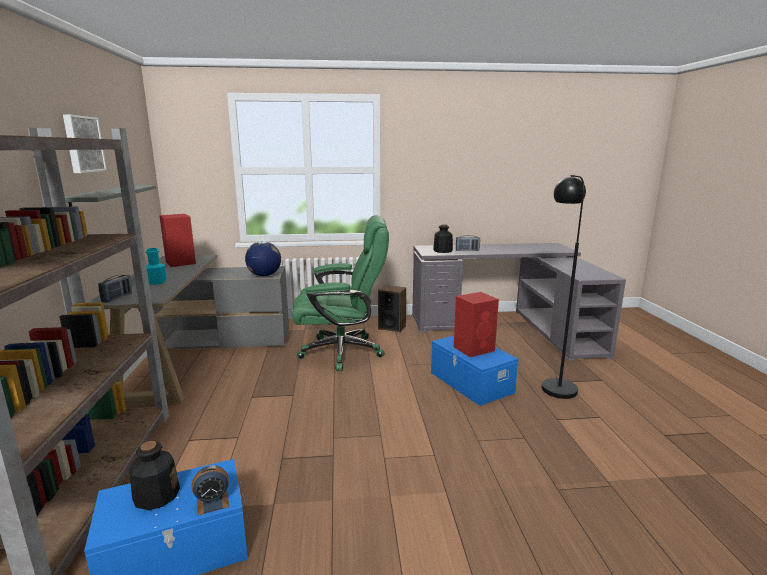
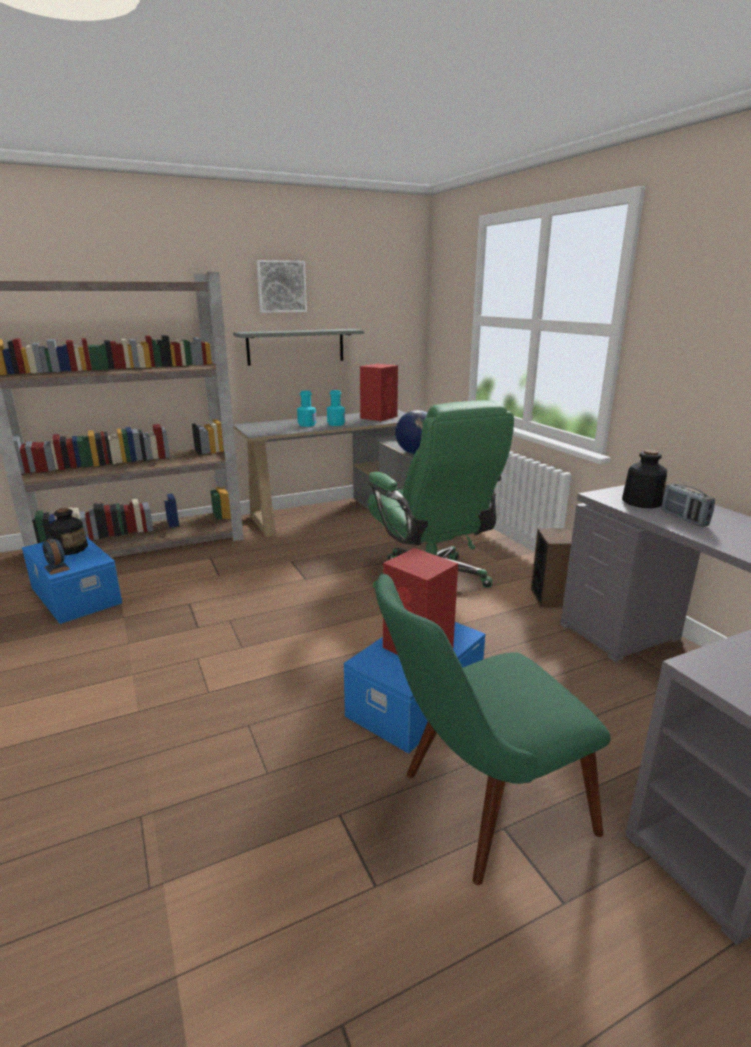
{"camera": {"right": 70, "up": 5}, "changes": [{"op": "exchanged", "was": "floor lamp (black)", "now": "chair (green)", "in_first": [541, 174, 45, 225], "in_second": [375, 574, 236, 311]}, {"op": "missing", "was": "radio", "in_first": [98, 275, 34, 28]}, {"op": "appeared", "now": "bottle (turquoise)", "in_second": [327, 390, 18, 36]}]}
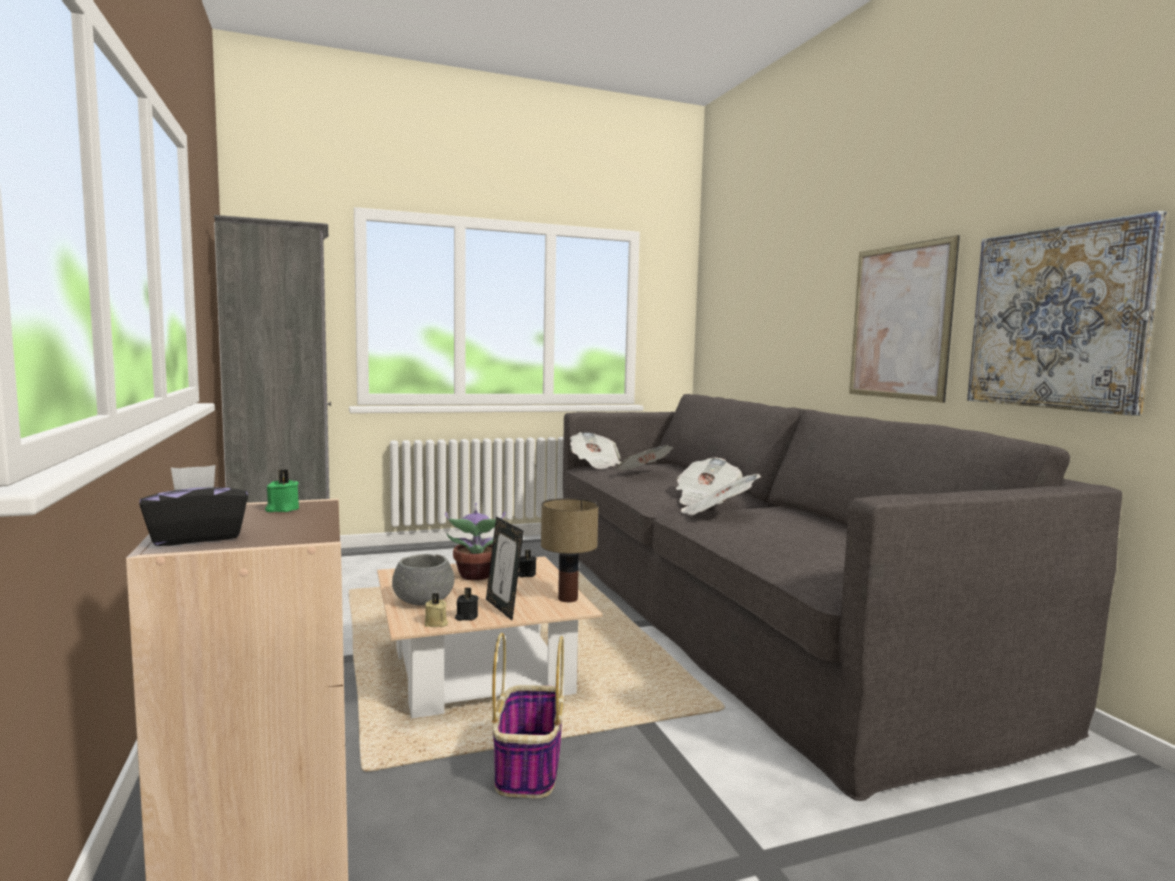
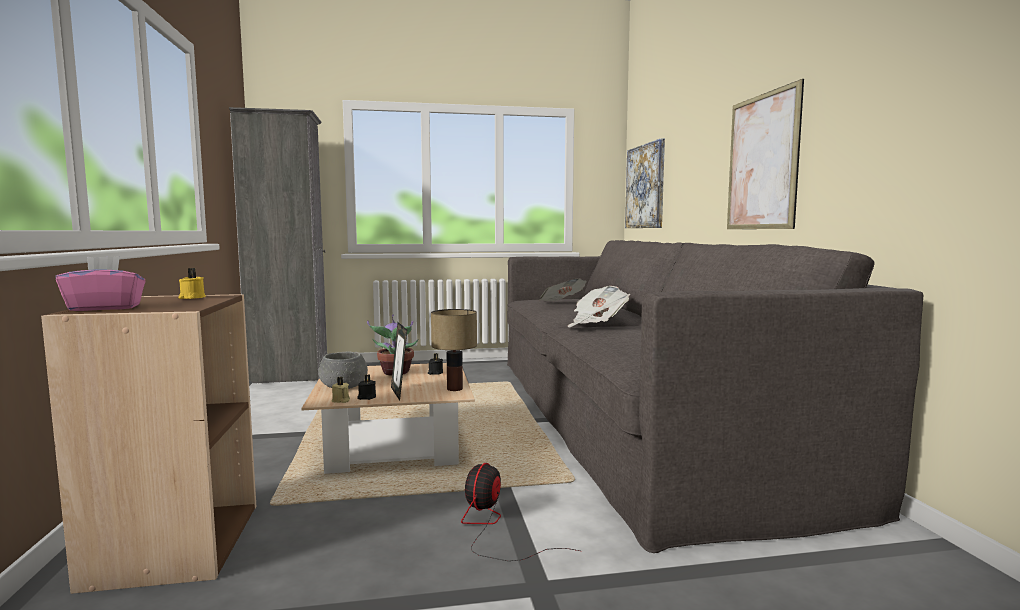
{"camera": {"right": 10, "up": 0}, "changes": [{"op": "relocated", "was": "picture", "in_first": [967, 211, 200, 205], "in_second": [625, 138, 40, 90]}, {"op": "missing", "was": "newspaper", "in_first": [570, 432, 51, 37]}, {"op": "colour", "was": "tissue box (black)", "now": "tissue box (pink)", "in_first": [139, 465, 109, 81], "in_second": [56, 256, 89, 55]}, {"op": "colour", "was": "candle (green)", "now": "candle (yellow)", "in_first": [265, 469, 34, 43], "in_second": [178, 268, 28, 31]}, {"op": "missing", "was": "basket", "in_first": [492, 633, 72, 165]}, {"op": "appeared", "now": "fan", "in_second": [461, 463, 119, 98]}]}
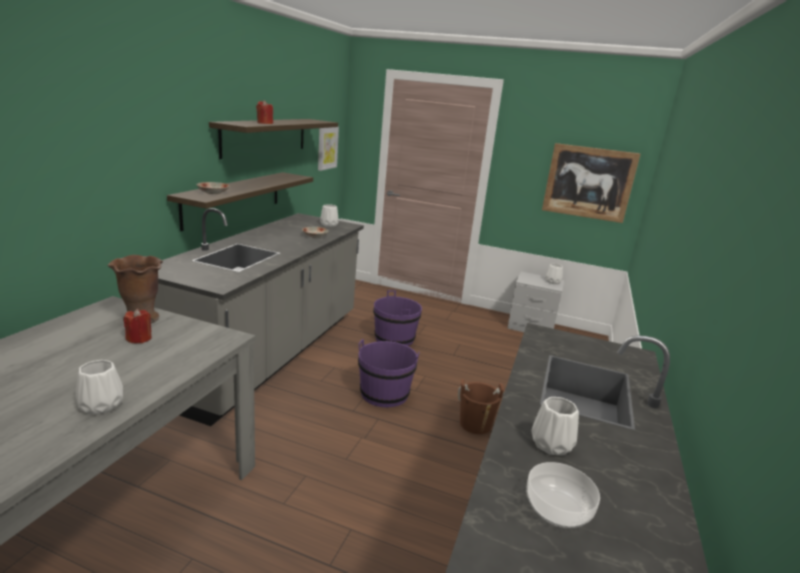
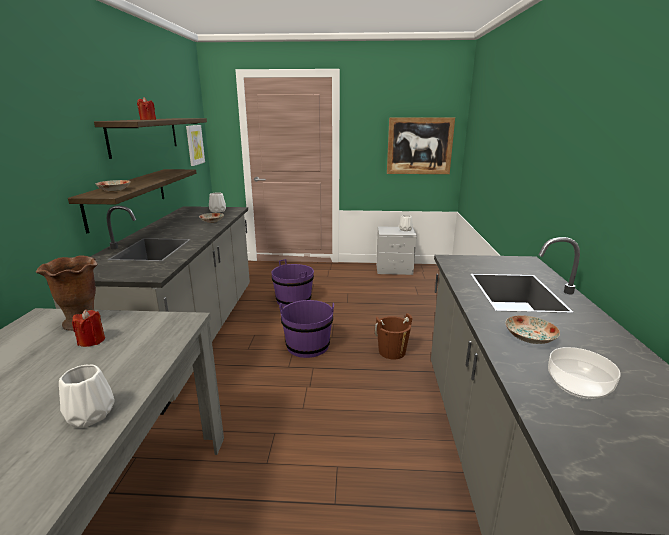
{"camera": {"right": -15, "up": 0}, "changes": [{"op": "exchanged", "was": "vase (white)", "now": "plate", "in_first": [532, 397, 47, 59], "in_second": [505, 315, 55, 29]}]}
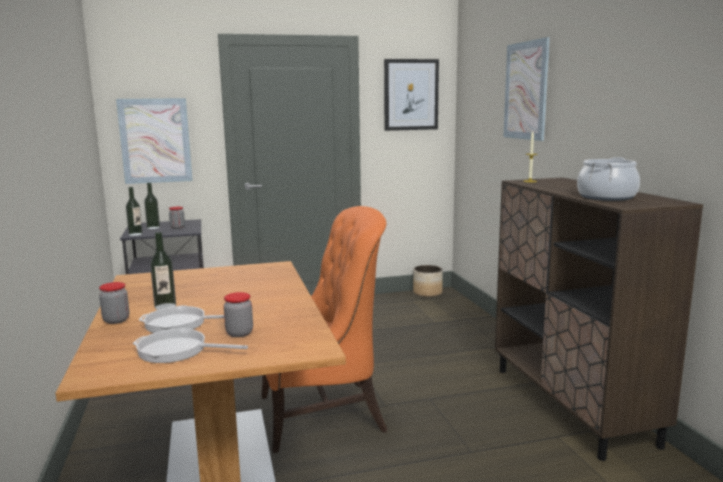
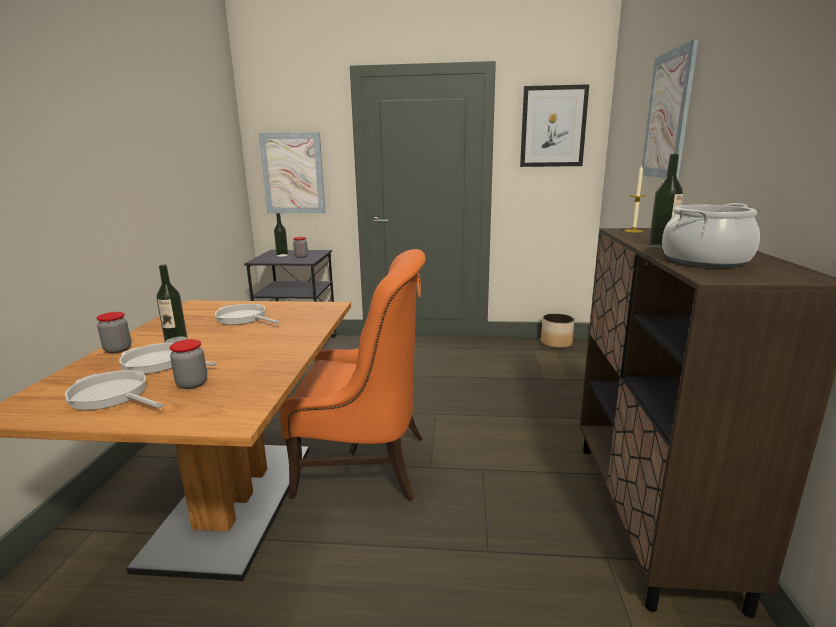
{"camera": {"right": 20, "up": 5}, "changes": [{"op": "relocated", "was": "bottle", "in_first": [126, 187, 17, 49], "in_second": [648, 154, 35, 95]}, {"op": "appeared", "now": "frying pan", "in_second": [215, 304, 66, 21]}]}
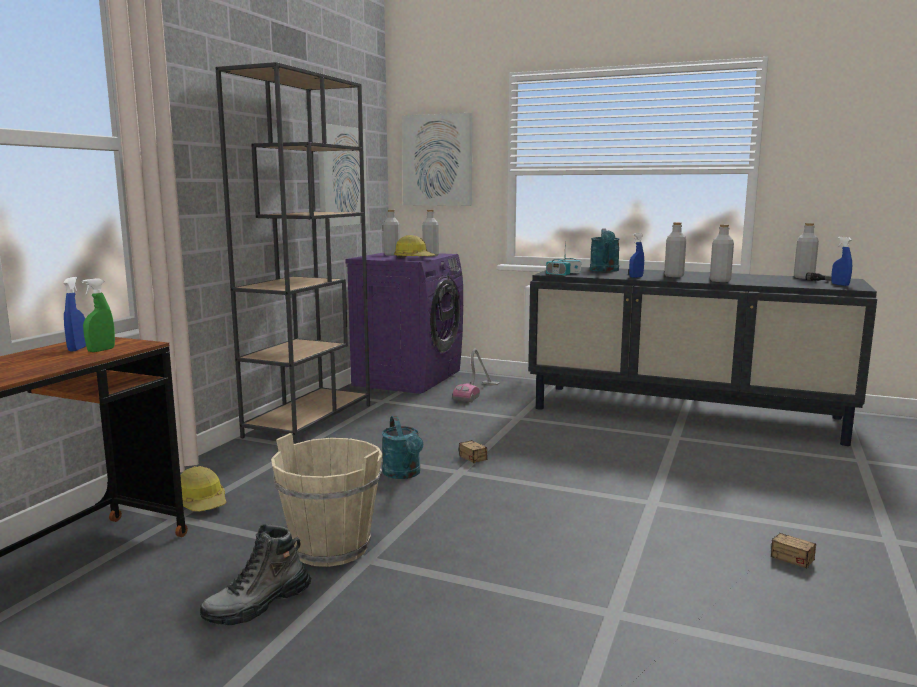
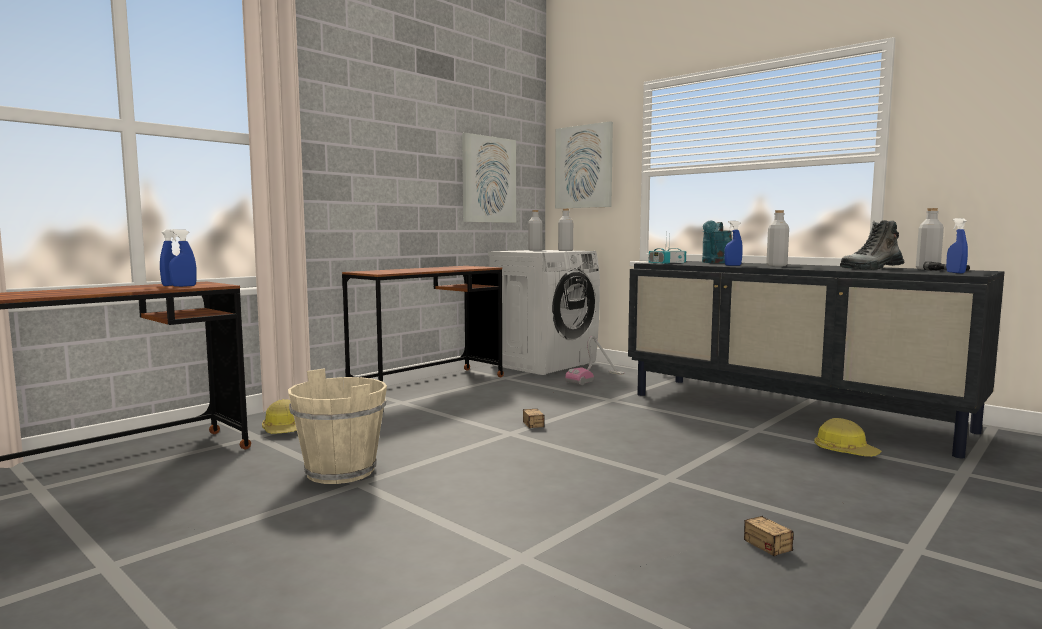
{"camera": {"right": 20, "up": -5}, "changes": [{"op": "exchanged", "was": "bookcase", "now": "desk (brown)", "in_first": [216, 62, 154, 382], "in_second": [342, 266, 162, 116]}, {"op": "missing", "was": "bottle (grey)", "in_first": [710, 224, 24, 58]}, {"op": "relocated", "was": "hard hat", "in_first": [394, 235, 42, 23], "in_second": [814, 418, 68, 39]}, {"op": "colour", "was": "washing machine (purple)", "now": "washing machine (white)", "in_first": [345, 252, 118, 142], "in_second": [488, 250, 112, 125]}, {"op": "colour", "was": "spray bottle (green)", "now": "spray bottle (blue)", "in_first": [82, 278, 33, 74], "in_second": [169, 229, 28, 58]}, {"op": "missing", "was": "watering can (turquoise)", "in_first": [382, 416, 41, 63]}, {"op": "relocated", "was": "boot", "in_first": [200, 524, 111, 101], "in_second": [840, 220, 64, 50]}]}
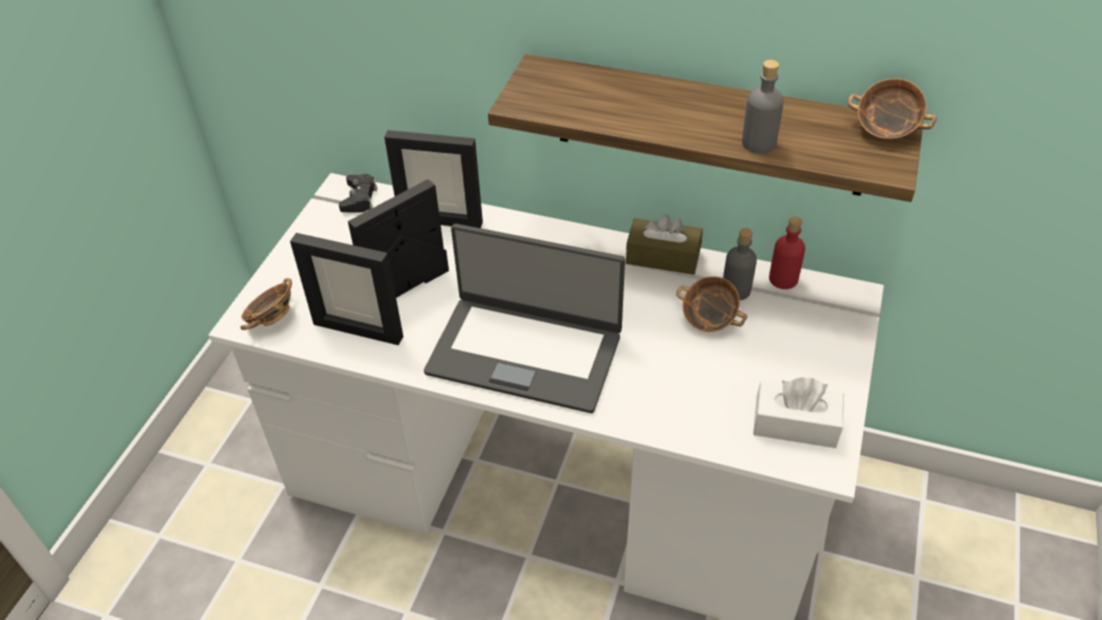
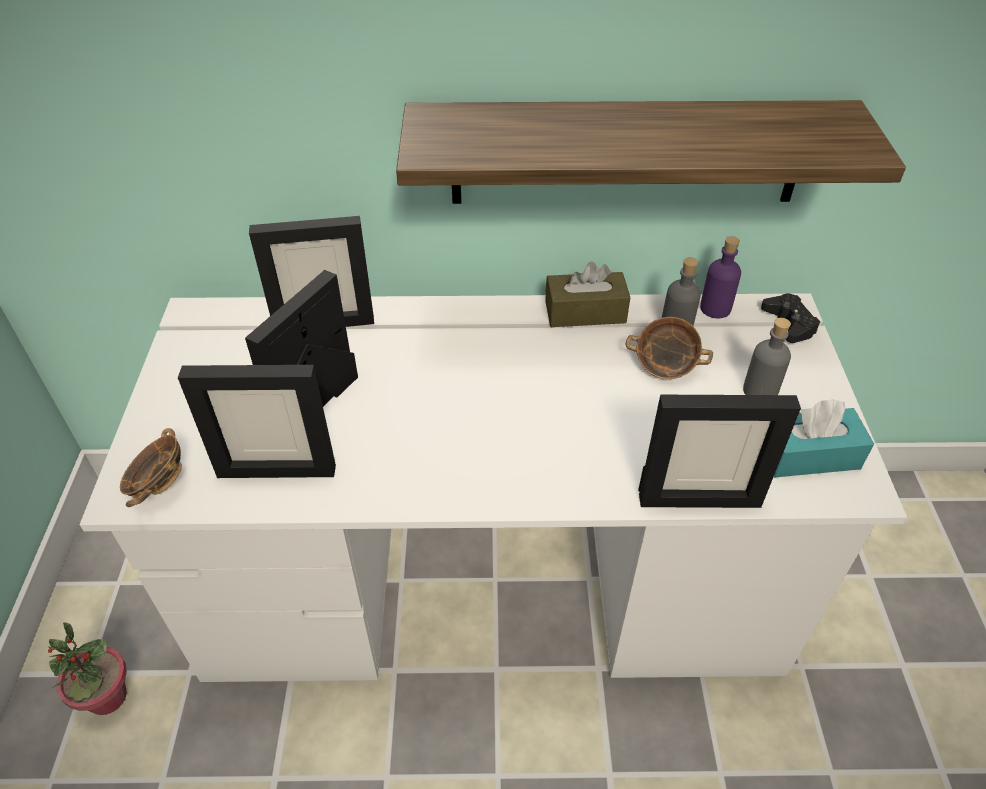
{"camera": {"right": -20, "up": 0}, "changes": [{"op": "relocated", "was": "bottle (grey)", "in_first": [742, 60, 42, 94], "in_second": [743, 318, 48, 77]}, {"op": "missing", "was": "bowl", "in_first": [847, 78, 90, 62]}, {"op": "relocated", "was": "game controller (black)", "in_first": [339, 174, 38, 39], "in_second": [761, 294, 59, 49]}, {"op": "colour", "was": "bottle (red)", "now": "bottle (purple)", "in_first": [769, 217, 36, 72], "in_second": [700, 236, 41, 82]}, {"op": "missing", "was": "laptop", "in_first": [424, 224, 201, 189]}, {"op": "colour", "was": "tissue box (white)", "now": "tissue box (turquoise)", "in_first": [753, 377, 91, 71], "in_second": [774, 399, 100, 78]}, {"op": "appeared", "now": "picture frame", "in_second": [638, 395, 163, 113]}, {"op": "appeared", "now": "potted plant", "in_second": [47, 622, 80, 93]}]}
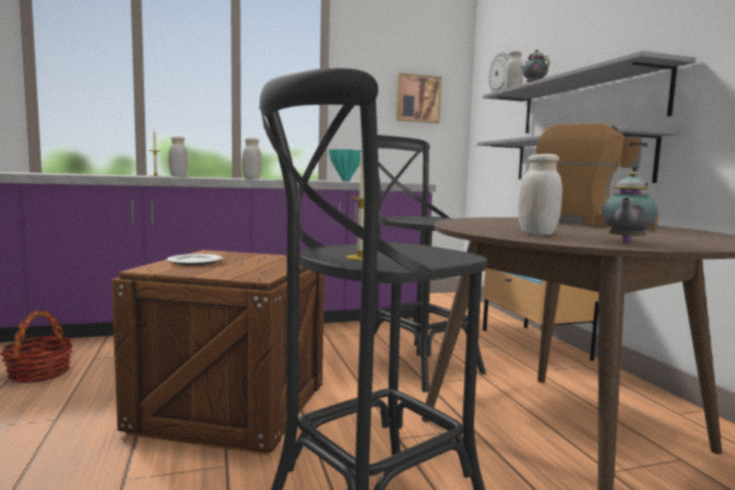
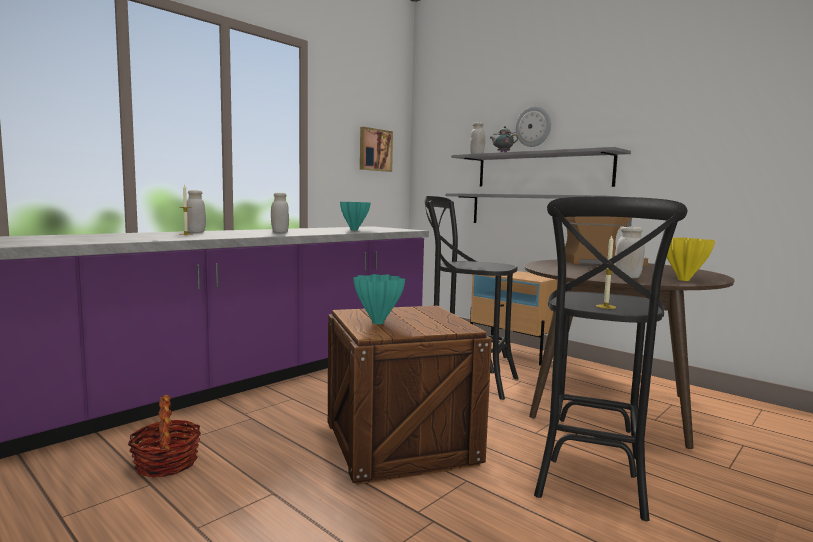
{"camera": {"right": -30, "up": 0}, "changes": [{"op": "relocated", "was": "wall clock", "in_first": [489, 51, 20, 41], "in_second": [516, 106, 35, 41]}, {"op": "exchanged", "was": "teapot", "now": "vase (yellow)", "in_first": [602, 172, 56, 71], "in_second": [667, 237, 48, 44]}, {"op": "exchanged", "was": "plate", "now": "vase (turquoise)", "in_first": [167, 254, 56, 12], "in_second": [353, 274, 52, 50]}]}
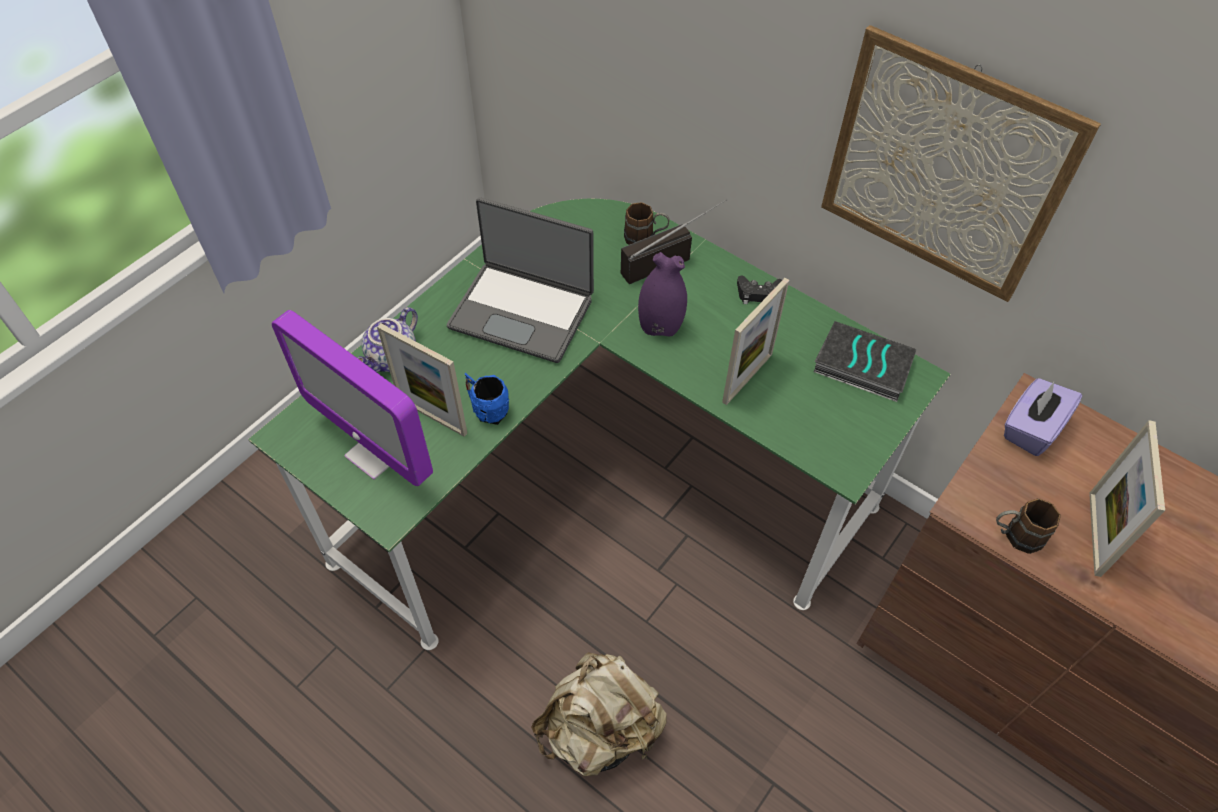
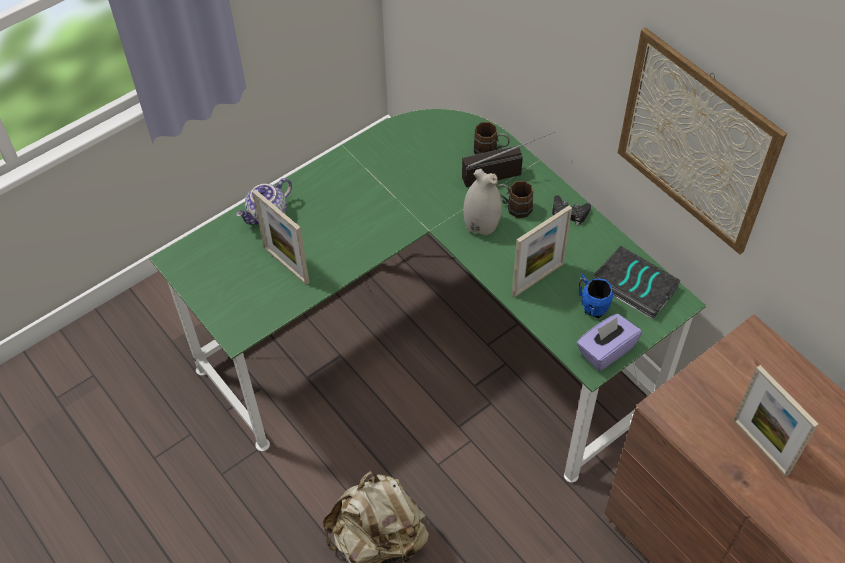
{"camera": {"right": 15, "up": 0}, "changes": [{"op": "missing", "was": "laptop", "in_first": [447, 197, 147, 166]}, {"op": "colour", "was": "vase (purple)", "now": "vase (white)", "in_first": [638, 252, 49, 85], "in_second": [463, 168, 39, 67]}, {"op": "missing", "was": "monitor", "in_first": [272, 310, 161, 176]}, {"op": "relocated", "was": "mug (blue)", "in_first": [465, 372, 44, 53], "in_second": [579, 273, 34, 45]}, {"op": "relocated", "was": "tissue box (purple)", "in_first": [1004, 378, 78, 78], "in_second": [577, 314, 65, 57]}, {"op": "spun", "was": "picture frame", "in_first": [1090, 420, 75, 157], "in_second": [733, 365, 85, 111], "clockwise": -60}, {"op": "relocated", "was": "mug (brown)", "in_first": [996, 498, 65, 56], "in_second": [497, 181, 36, 37]}]}
